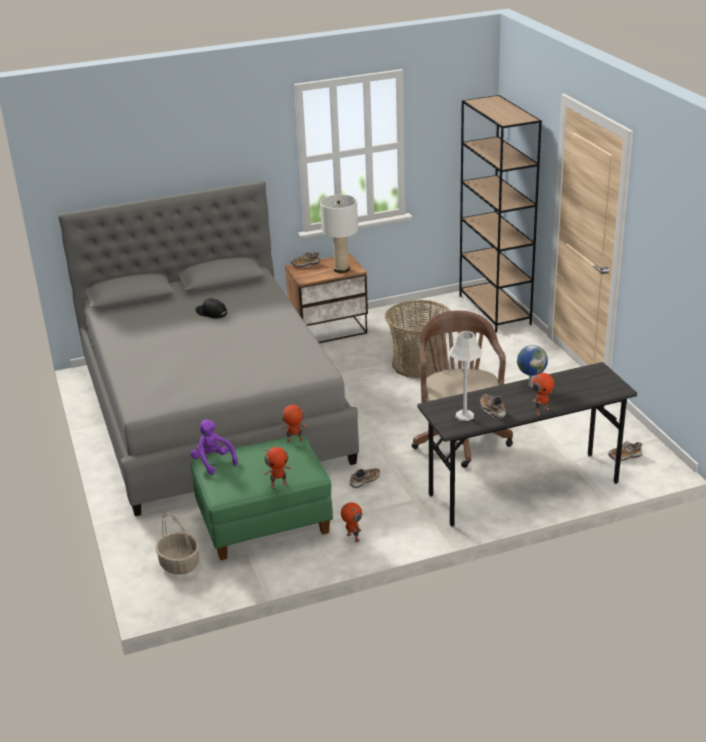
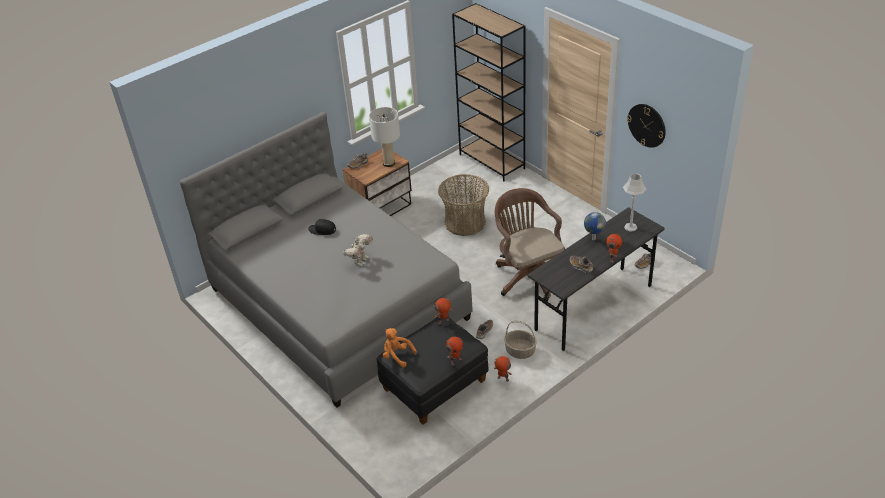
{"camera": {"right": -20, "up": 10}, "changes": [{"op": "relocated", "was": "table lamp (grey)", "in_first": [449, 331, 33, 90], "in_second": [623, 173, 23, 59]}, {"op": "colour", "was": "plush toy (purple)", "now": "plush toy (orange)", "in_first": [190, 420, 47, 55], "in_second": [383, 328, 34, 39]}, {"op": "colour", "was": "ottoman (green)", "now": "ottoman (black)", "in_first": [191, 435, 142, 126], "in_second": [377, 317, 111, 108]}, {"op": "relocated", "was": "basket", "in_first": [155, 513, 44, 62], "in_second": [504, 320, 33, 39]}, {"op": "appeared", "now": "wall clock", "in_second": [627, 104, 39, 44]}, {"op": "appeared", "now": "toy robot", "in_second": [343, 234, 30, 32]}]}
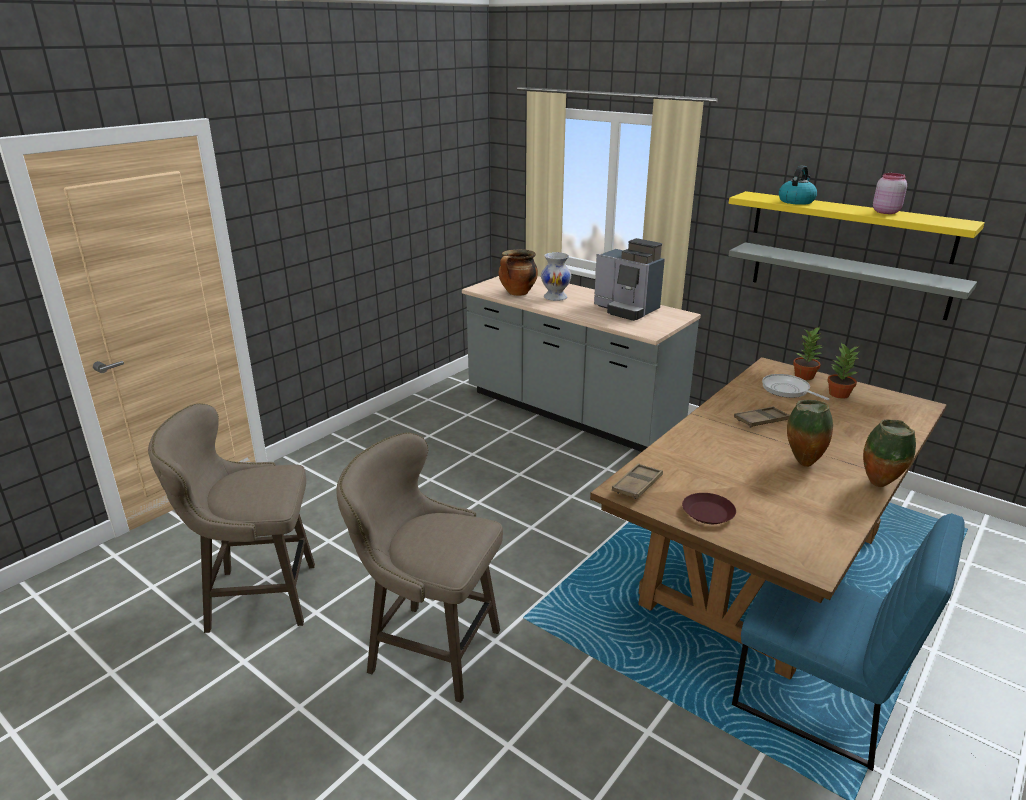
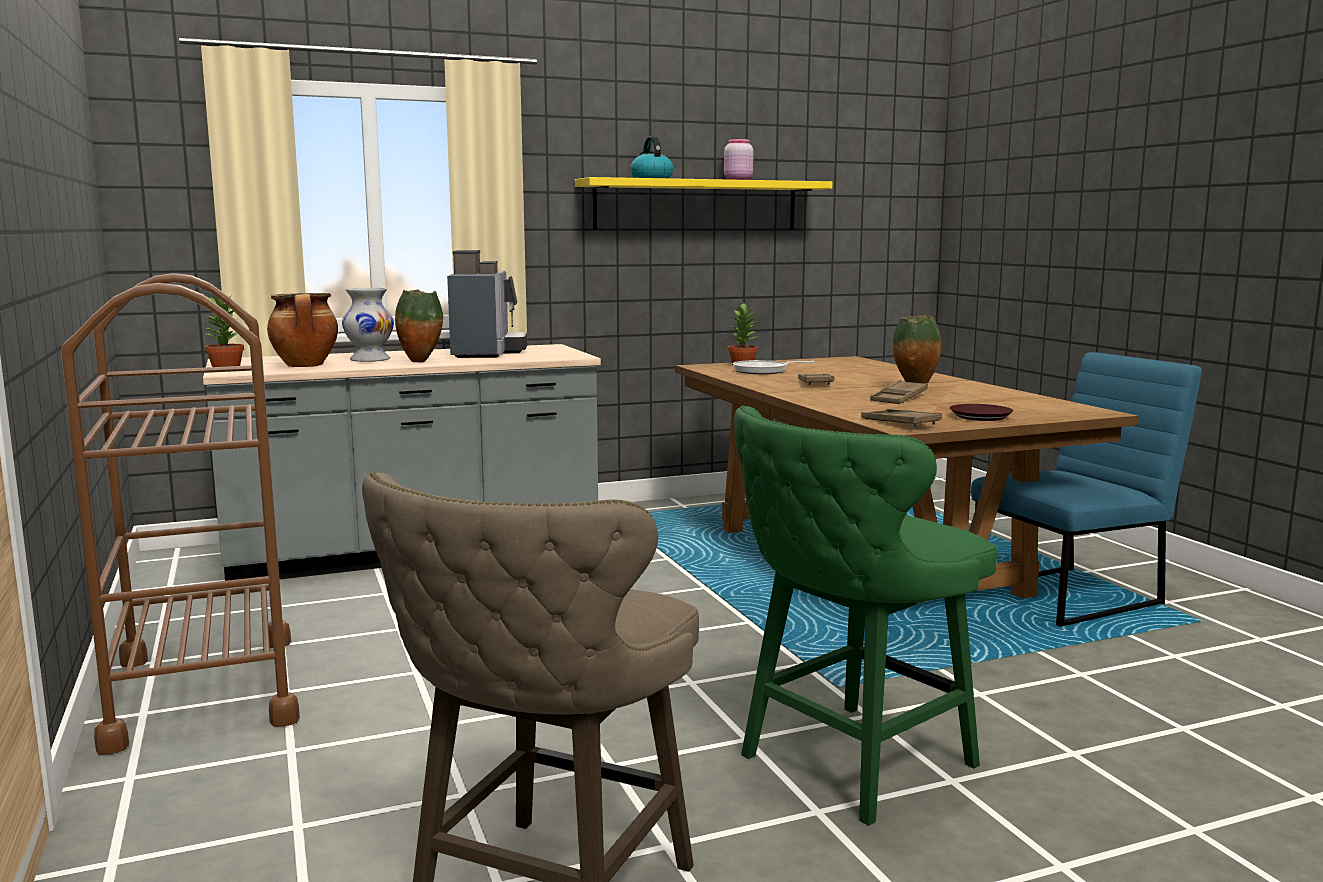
{"camera": {"right": -60, "up": -15}, "changes": [{"op": "spun", "was": "coffee machine", "in_first": [594, 238, 71, 83], "in_second": [447, 250, 80, 108], "clockwise": -75}, {"op": "missing", "was": "shelf (grey)", "in_first": [729, 242, 248, 78]}, {"op": "relocated", "was": "potted plant", "in_first": [827, 343, 32, 56], "in_second": [204, 295, 40, 72]}, {"op": "relocated", "was": "vase", "in_first": [863, 419, 53, 68], "in_second": [395, 289, 48, 74]}, {"op": "colour", "was": "stool (beige)", "now": "stool (green)", "in_first": [336, 432, 167, 271], "in_second": [734, 406, 263, 420]}, {"op": "appeared", "now": "cart (brown)", "in_second": [61, 273, 239, 482]}, {"op": "appeared", "now": "tray (brown)", "in_second": [870, 380, 58, 24]}]}
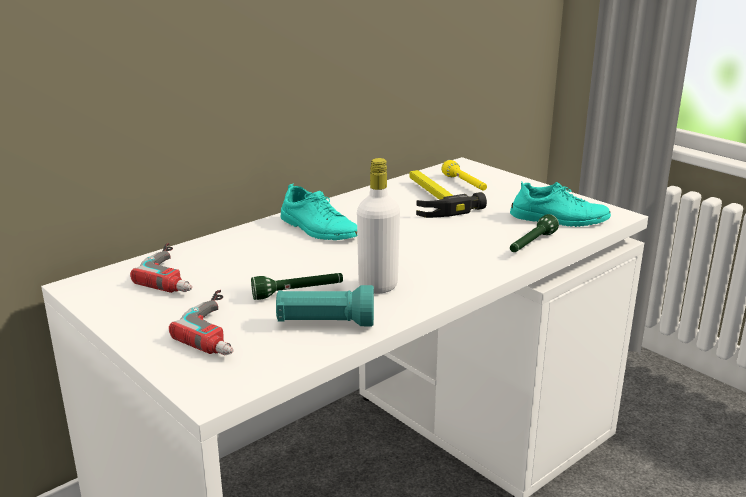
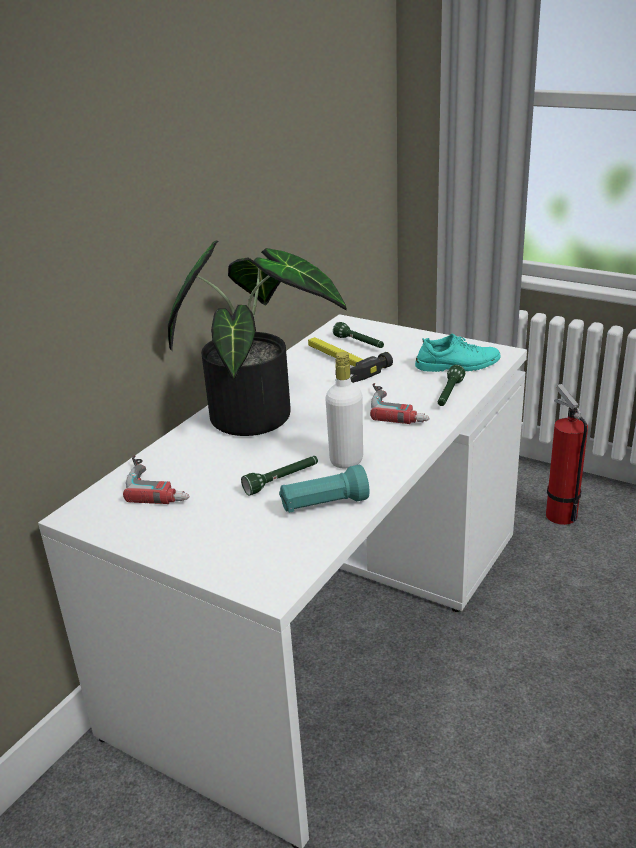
{"camera": {"right": -15, "up": 5}, "changes": [{"op": "colour", "was": "flashlight (yellow)", "now": "flashlight (green)", "in_first": [441, 160, 46, 31], "in_second": [333, 322, 51, 26]}, {"op": "exchanged", "was": "shoe (turquoise)", "now": "potted plant", "in_first": [281, 183, 76, 57], "in_second": [168, 241, 179, 195]}, {"op": "relocated", "was": "power drill", "in_first": [169, 290, 64, 65], "in_second": [370, 383, 59, 41]}, {"op": "appeared", "now": "fire extinguisher", "in_second": [546, 384, 42, 141]}]}
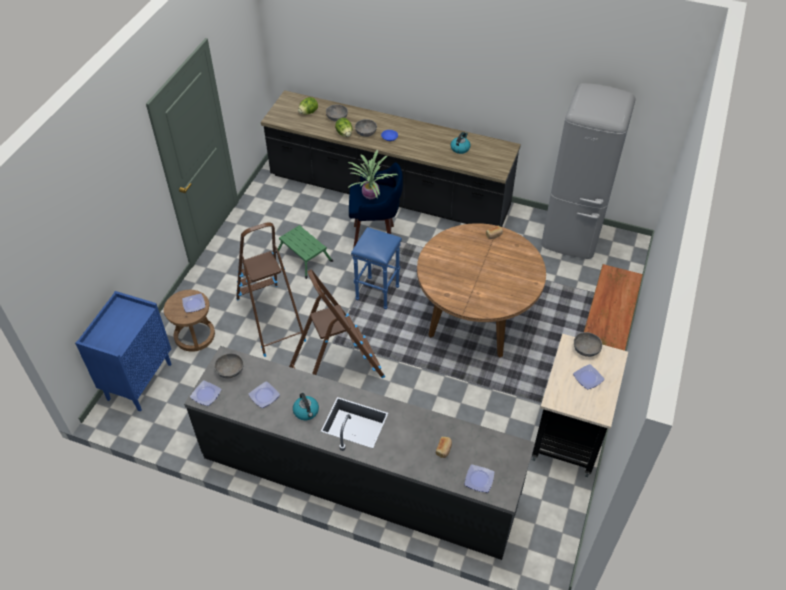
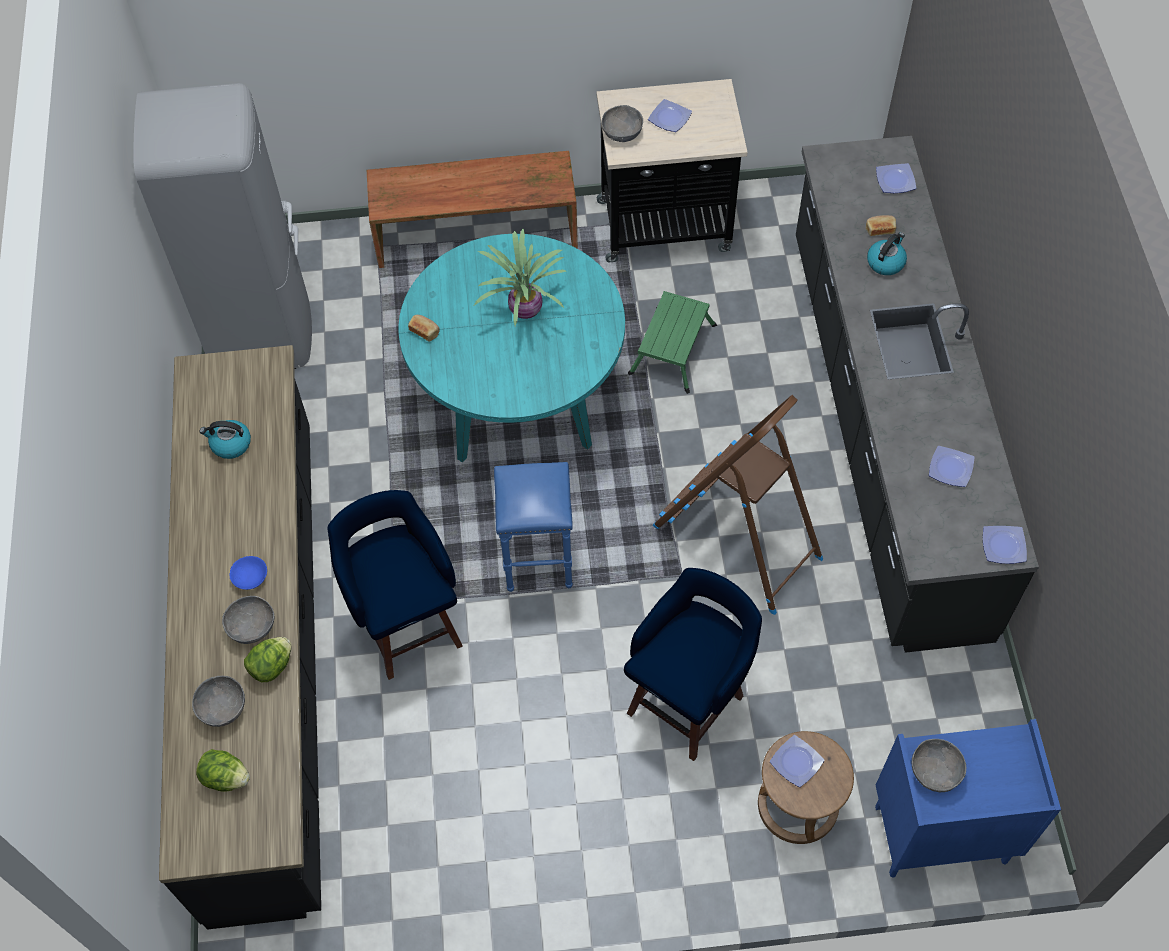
{"camera": {"right": -115, "up": 10}, "changes": [{"op": "relocated", "was": "potted plant", "in_first": [348, 150, 50, 49], "in_second": [474, 229, 92, 97]}, {"op": "exchanged", "was": "step ladder (brown)", "now": "stool (blue)", "in_first": [236, 222, 70, 135], "in_second": [624, 568, 138, 193]}, {"op": "colour", "was": "dining table (brown)", "now": "dining table (turquoise)", "in_first": [417, 223, 129, 135], "in_second": [399, 234, 226, 229]}, {"op": "relocated", "was": "step ladder (green)", "in_first": [276, 225, 57, 54], "in_second": [628, 291, 89, 103]}, {"op": "relocated", "was": "bowl (grey)", "in_first": [214, 353, 30, 25], "in_second": [912, 739, 54, 53]}, {"op": "relocated", "was": "kettle", "in_first": [293, 393, 26, 27], "in_second": [867, 232, 40, 43]}]}
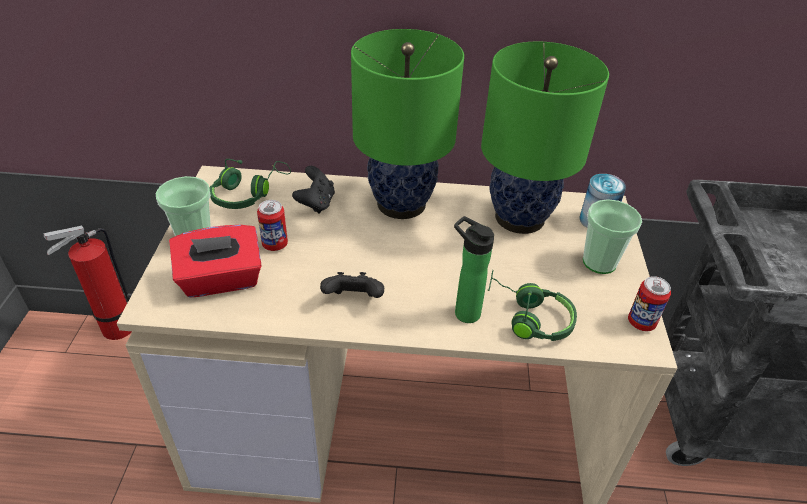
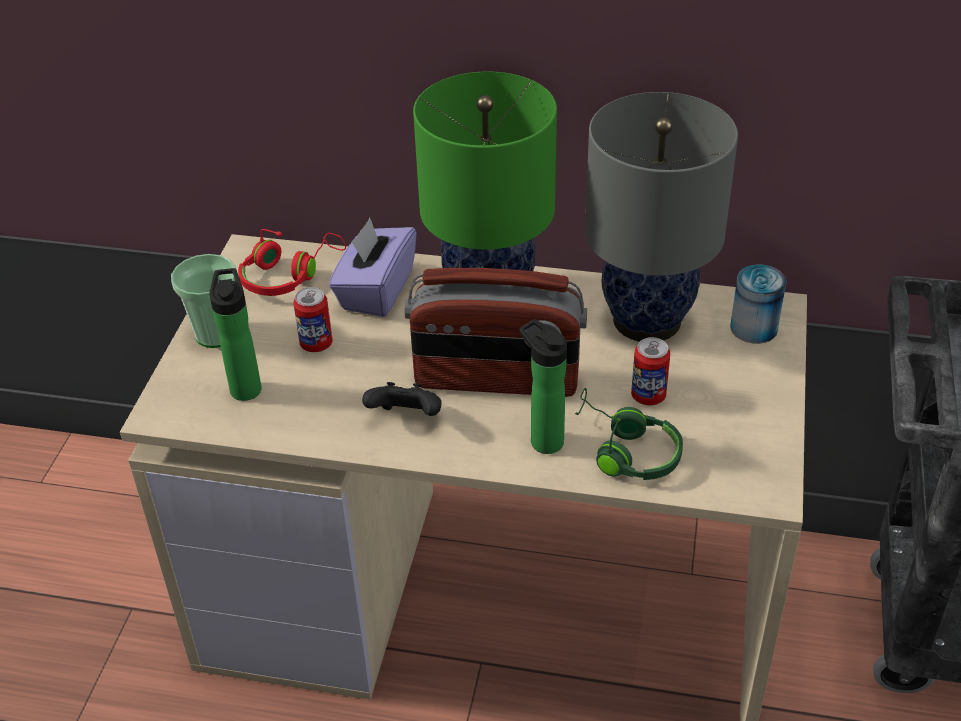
{"camera": {"right": 10, "up": 0}, "changes": [{"op": "colour", "was": "table lamp (green)", "now": "table lamp (grey)", "in_first": [481, 42, 128, 192], "in_second": [585, 92, 153, 250]}, {"op": "colour", "was": "headphones (green)", "now": "headphones (red)", "in_first": [209, 159, 82, 50], "in_second": [238, 229, 108, 67]}, {"op": "exchanged", "was": "game controller (black)", "now": "tissue box (purple)", "in_first": [292, 166, 43, 48], "in_second": [329, 218, 88, 99]}, {"op": "missing", "was": "cup", "in_first": [583, 199, 59, 75]}, {"op": "exchanged", "was": "tissue box (red)", "now": "bottle", "in_first": [169, 225, 93, 73], "in_second": [209, 268, 53, 133]}, {"op": "missing", "was": "fire extinguisher", "in_first": [44, 226, 88, 114]}, {"op": "relocated", "was": "can", "in_first": [628, 276, 43, 55], "in_second": [631, 337, 39, 68]}, {"op": "appeared", "now": "radio", "in_second": [404, 268, 183, 129]}]}
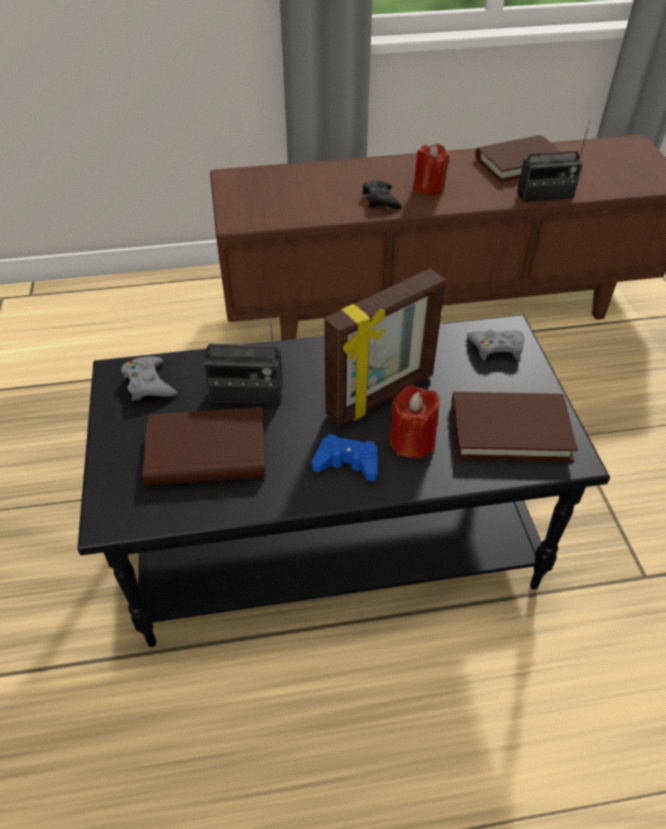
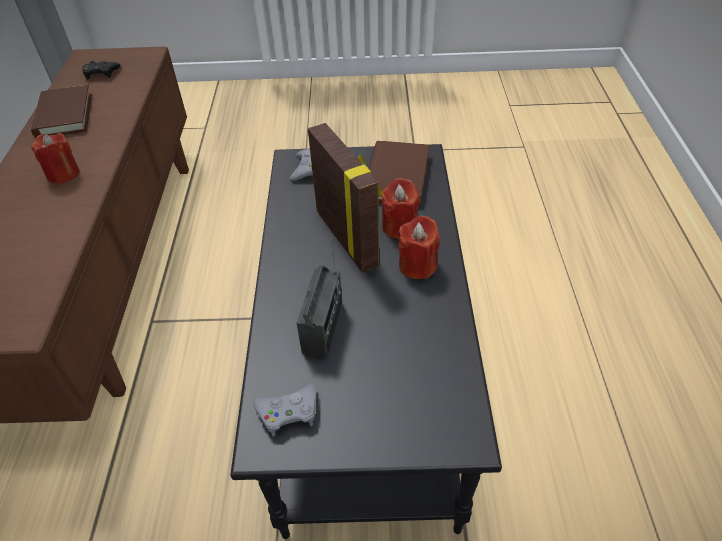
{"camera": {"right": -80, "up": 0}, "changes": [{"op": "missing", "was": "radio", "in_first": [517, 121, 73, 81]}, {"op": "relocated", "was": "game controller (black)", "in_first": [363, 180, 39, 29], "in_second": [82, 61, 38, 18]}, {"op": "missing", "was": "book (brown)", "in_first": [142, 407, 123, 78]}, {"op": "exchanged", "was": "game controller (blue)", "now": "candle (red)", "in_first": [312, 434, 66, 47], "in_second": [398, 216, 42, 63]}]}
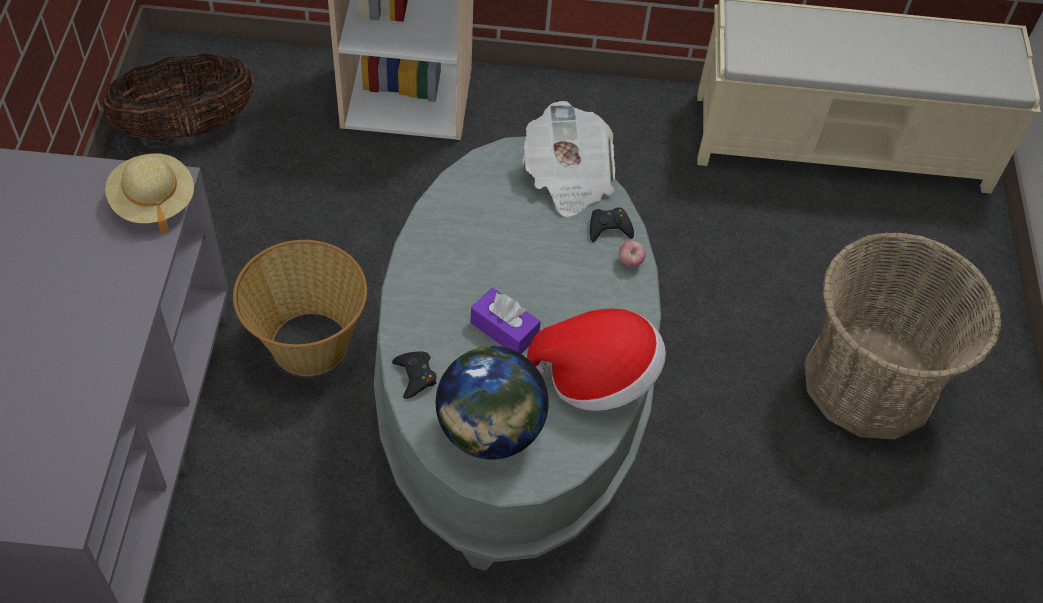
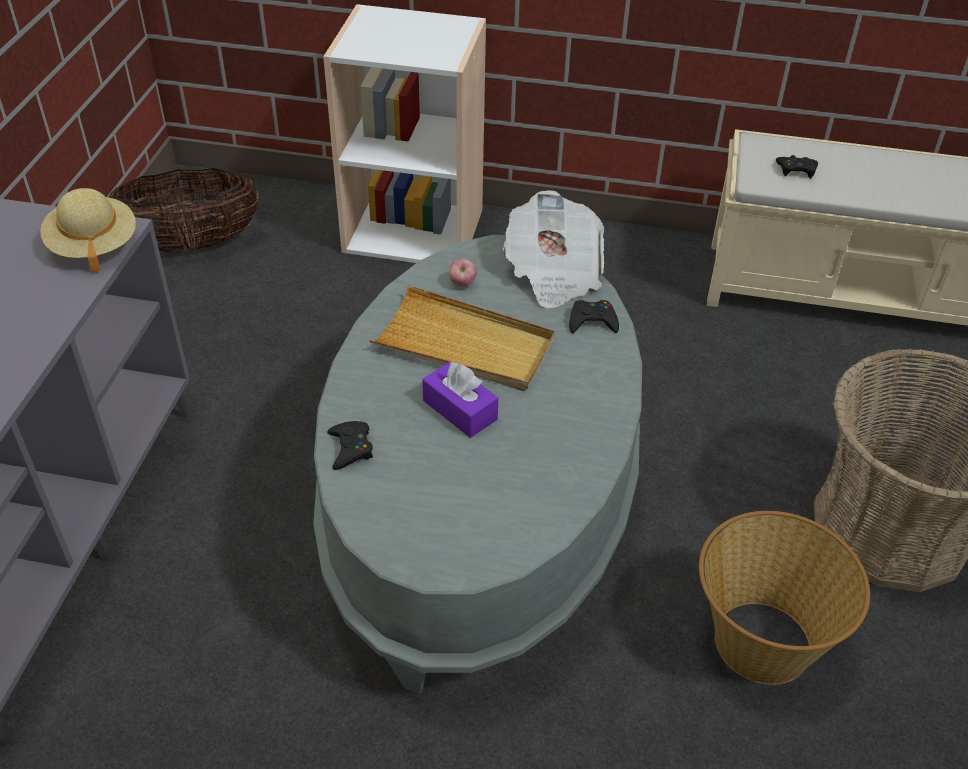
{"camera": {"right": 10, "up": -10}, "changes": [{"op": "relocated", "was": "basket", "in_first": [233, 240, 134, 136], "in_second": [699, 511, 171, 174]}, {"op": "relocated", "was": "apple", "in_first": [619, 240, 27, 27], "in_second": [449, 259, 28, 28]}, {"op": "missing", "was": "hat", "in_first": [527, 309, 139, 102]}, {"op": "missing", "was": "globe", "in_first": [436, 346, 113, 114]}, {"op": "appeared", "now": "game controller (black)", "in_second": [776, 155, 42, 23]}, {"op": "appeared", "now": "tray (beige)", "in_second": [369, 285, 186, 106]}]}
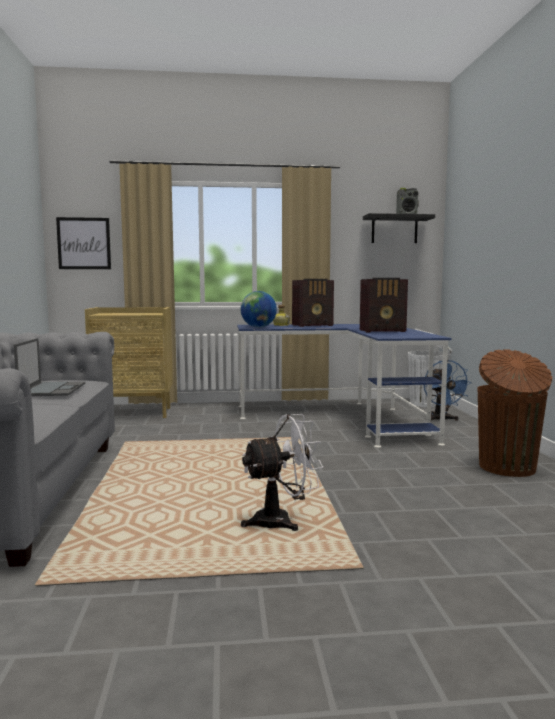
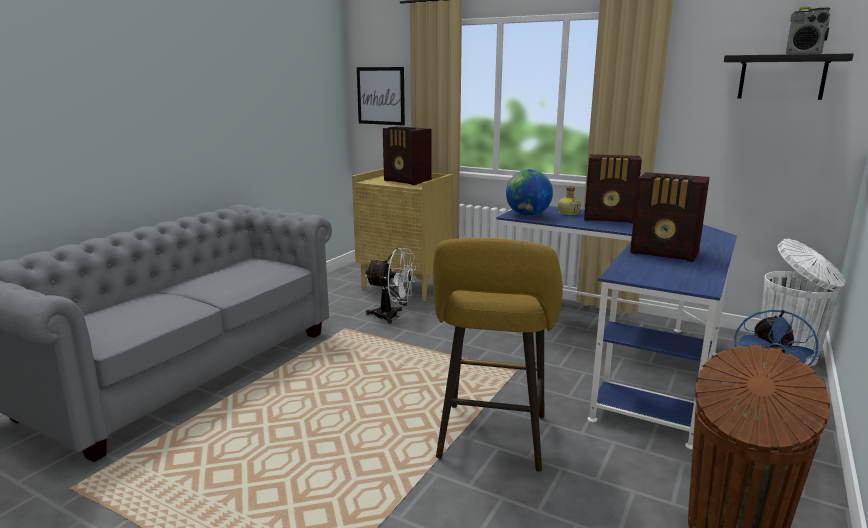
{"camera": {"right": 35, "up": 10}, "changes": [{"op": "missing", "was": "laptop", "in_first": [14, 338, 71, 58]}, {"op": "relocated", "was": "fan (white)", "in_first": [241, 414, 82, 117], "in_second": [365, 248, 51, 76]}, {"op": "appeared", "now": "radio", "in_second": [383, 126, 49, 59]}, {"op": "appeared", "now": "stool (yellow)", "in_second": [433, 238, 130, 234]}]}
